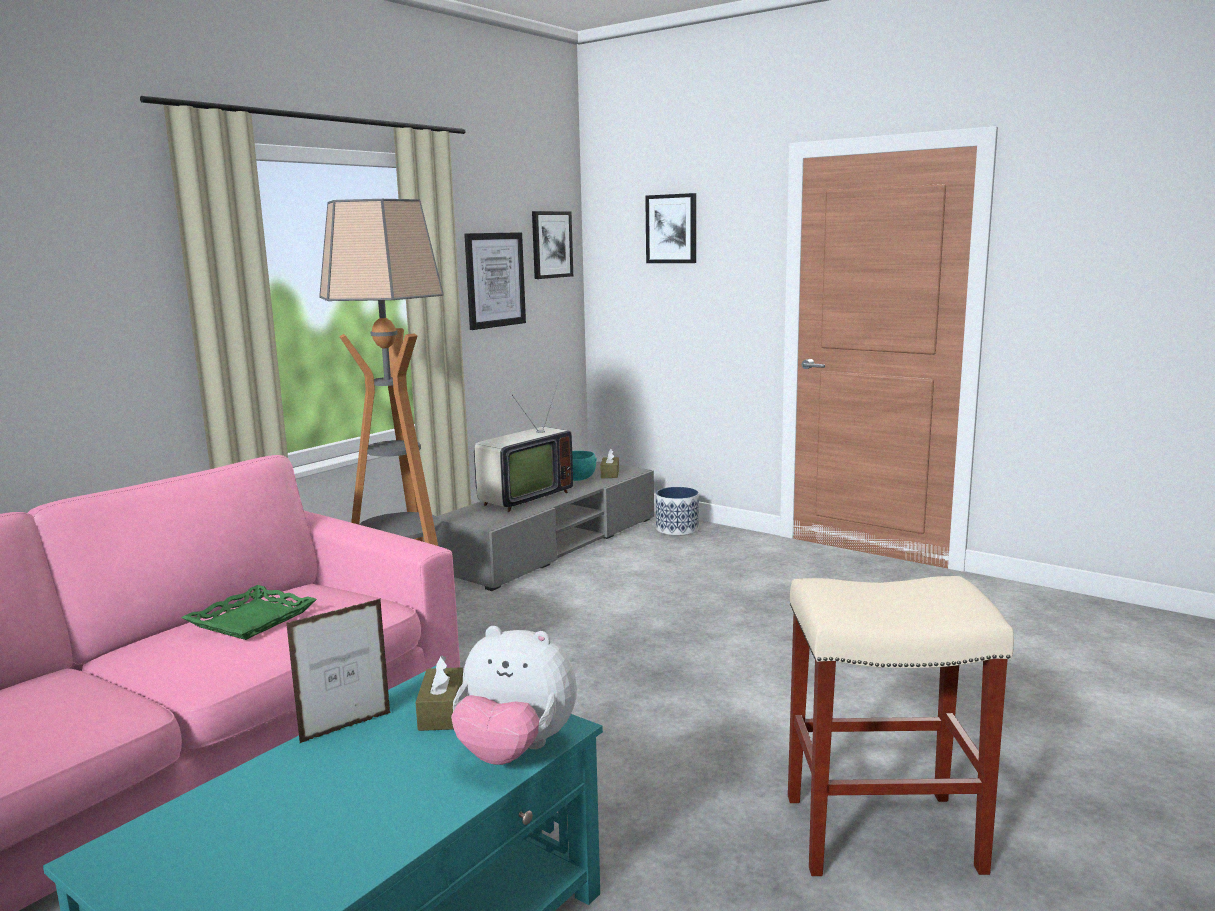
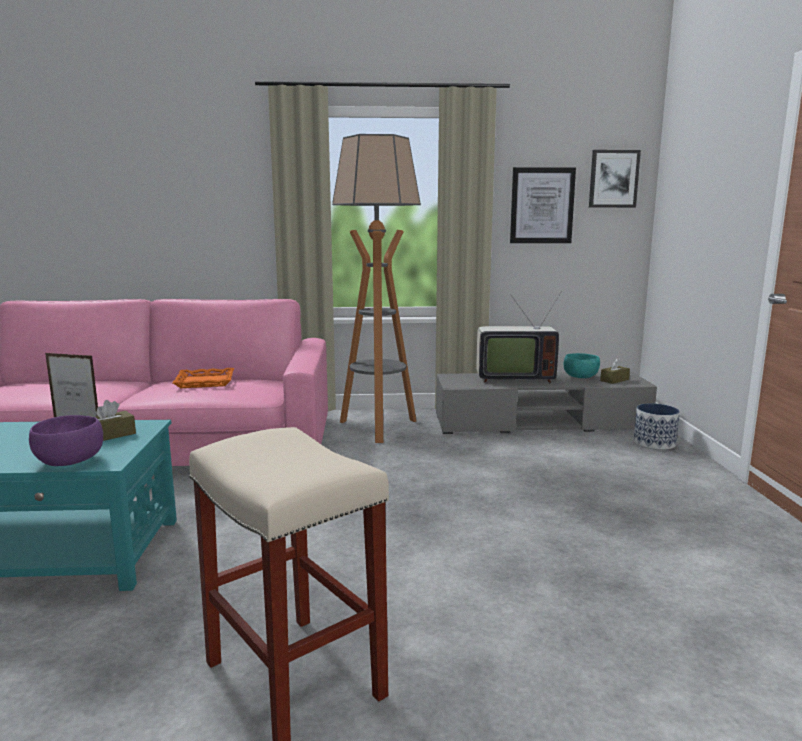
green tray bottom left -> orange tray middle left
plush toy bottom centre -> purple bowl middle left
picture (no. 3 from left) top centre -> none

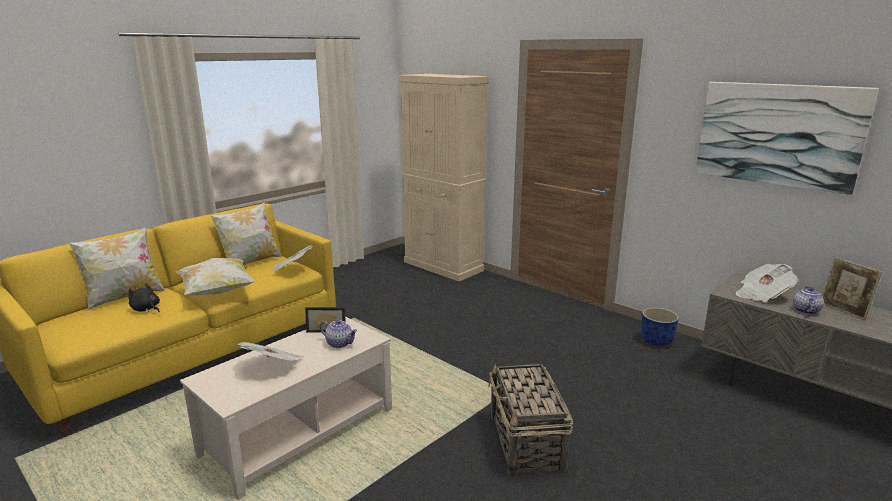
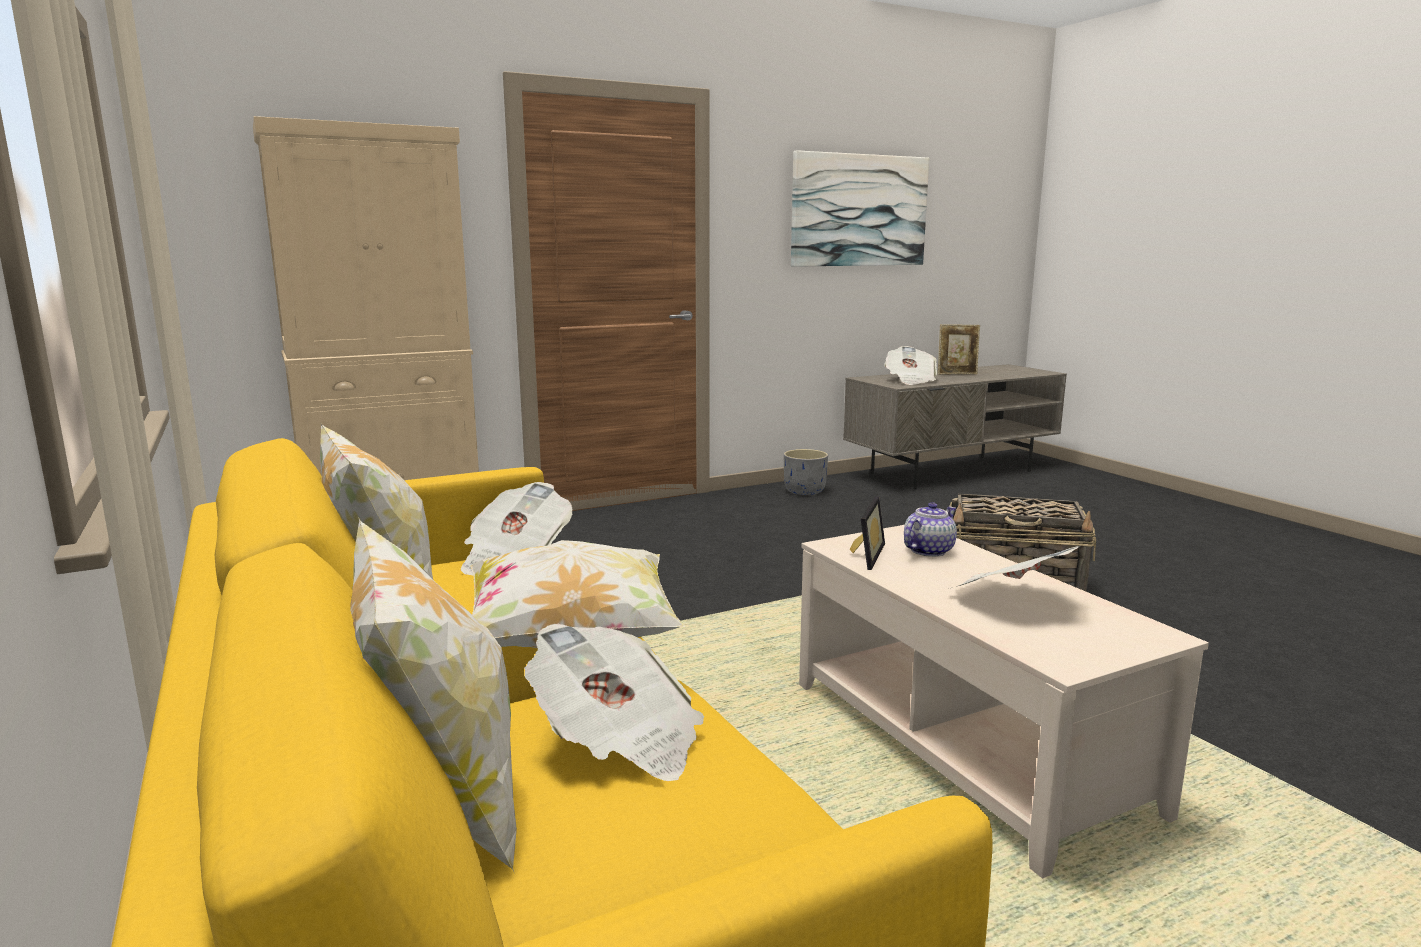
black plush toy middle left -> newspaper (no. 2 from left) bottom centre
blue planter middle right -> grey planter centre
teapot (no. 2 from left) middle right -> none

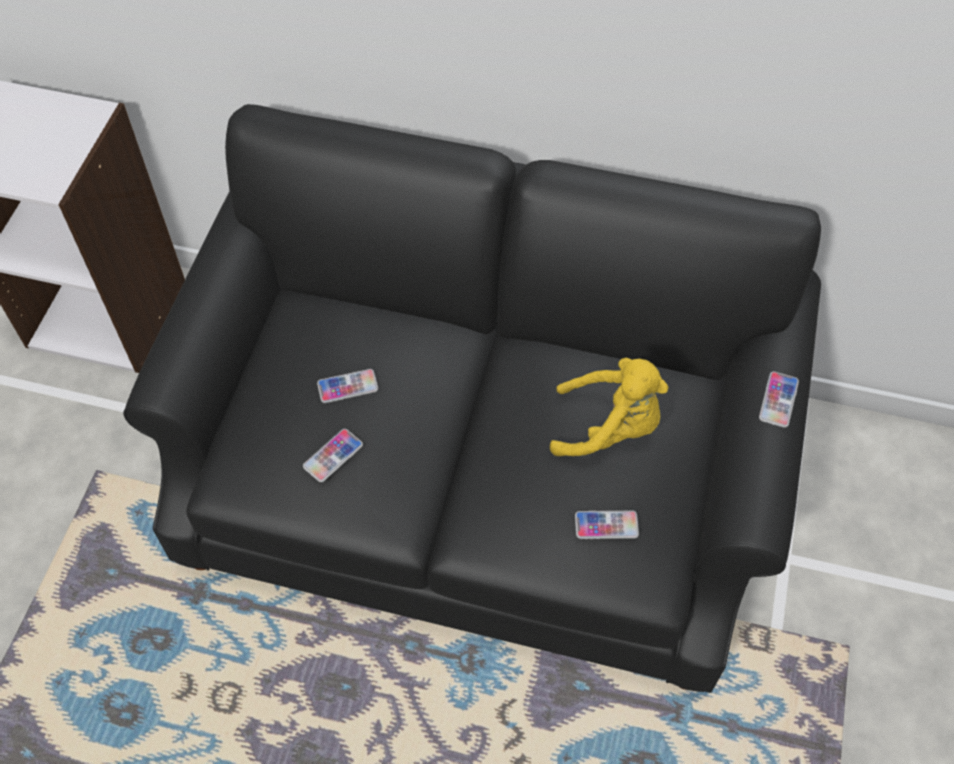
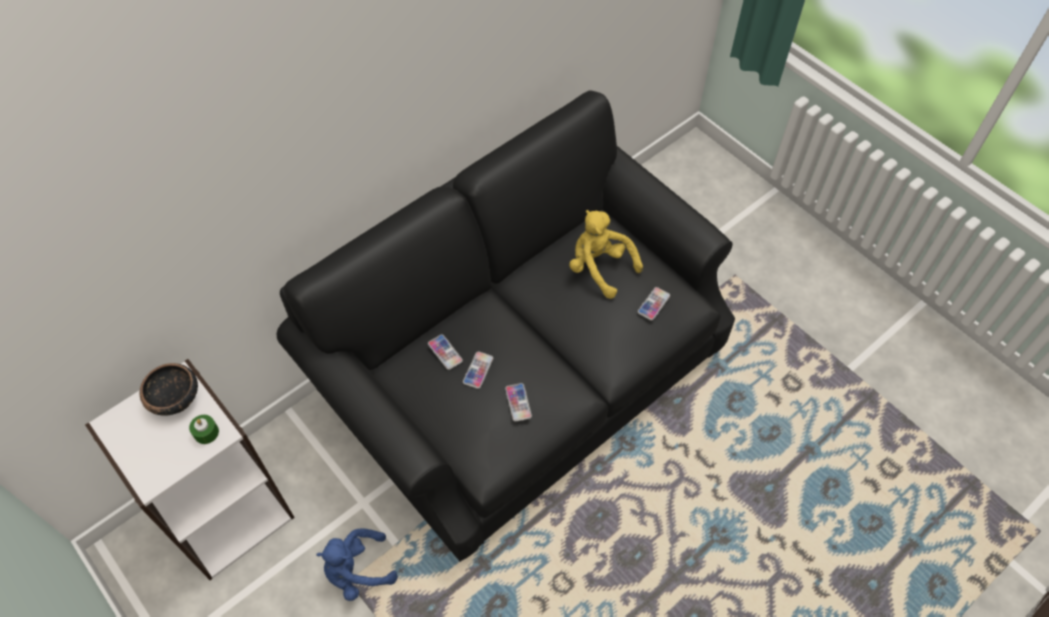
yellow plush toy centre, 90 degrees counterclockwise
phone (no. 4 from left in the first image) middle right -> phone (no. 1 from left) centre, shifted
none -> bowl middle left
none -> green candle bottom left
none -> blue plush toy bottom centre

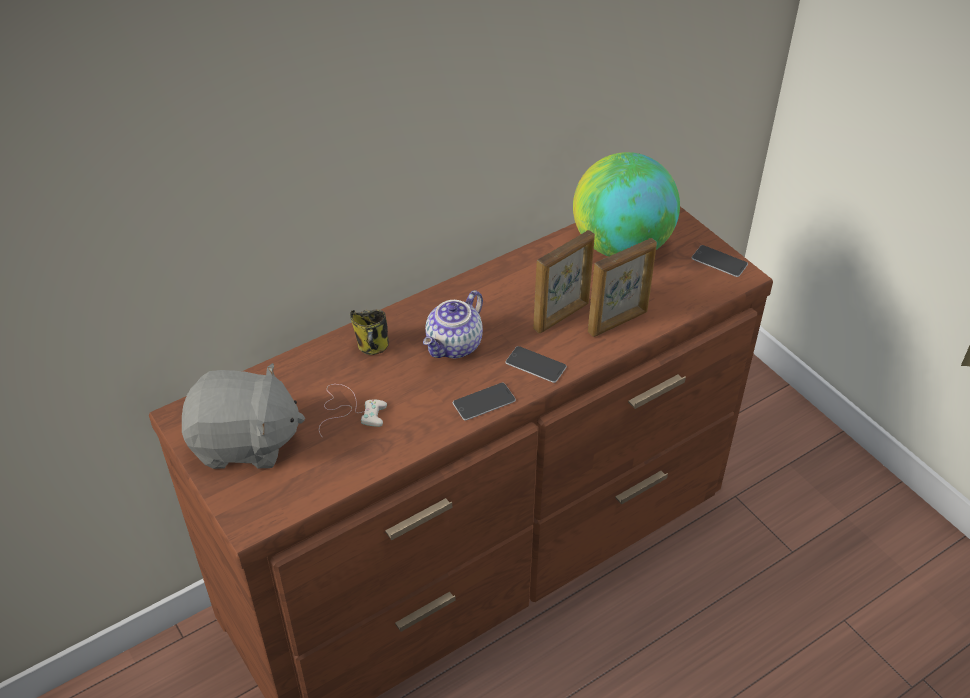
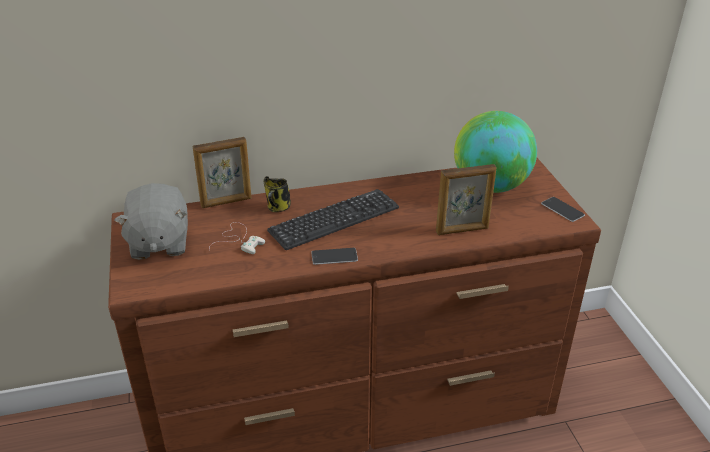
grey plush toy middle left, 60 degrees clockwise
teapot centre -> keyboard centre
phone (no. 2 from left) centre -> none
picture frame (no. 1 from left) centre -> picture frame (no. 1 from left) middle left, shifted

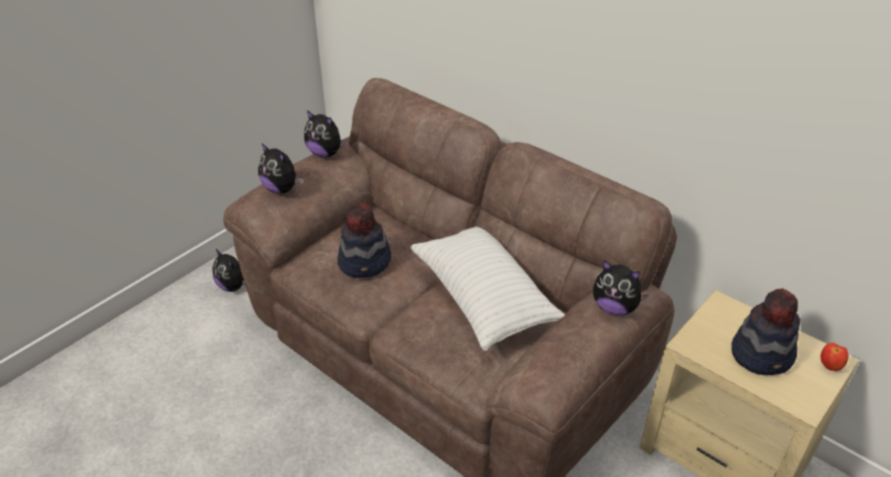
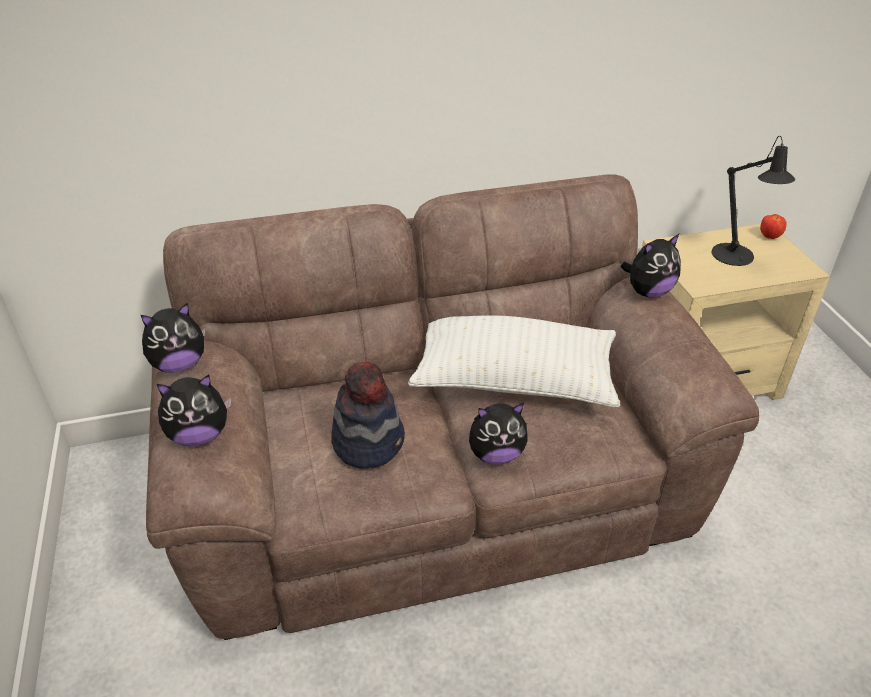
plush toy (no. 1 from left in the first image) middle left -> plush toy (no. 3 from left) centre, shifted
hat (no. 2 from left) bottom right -> black table lamp top right

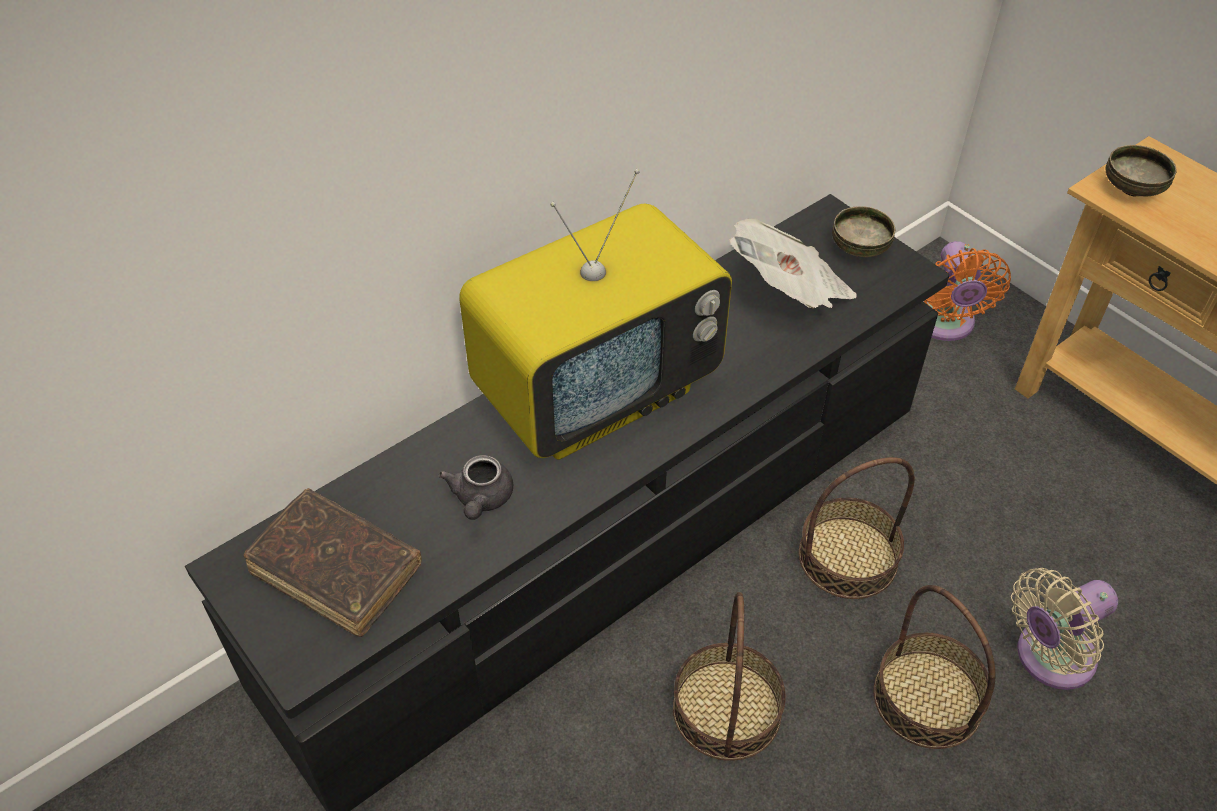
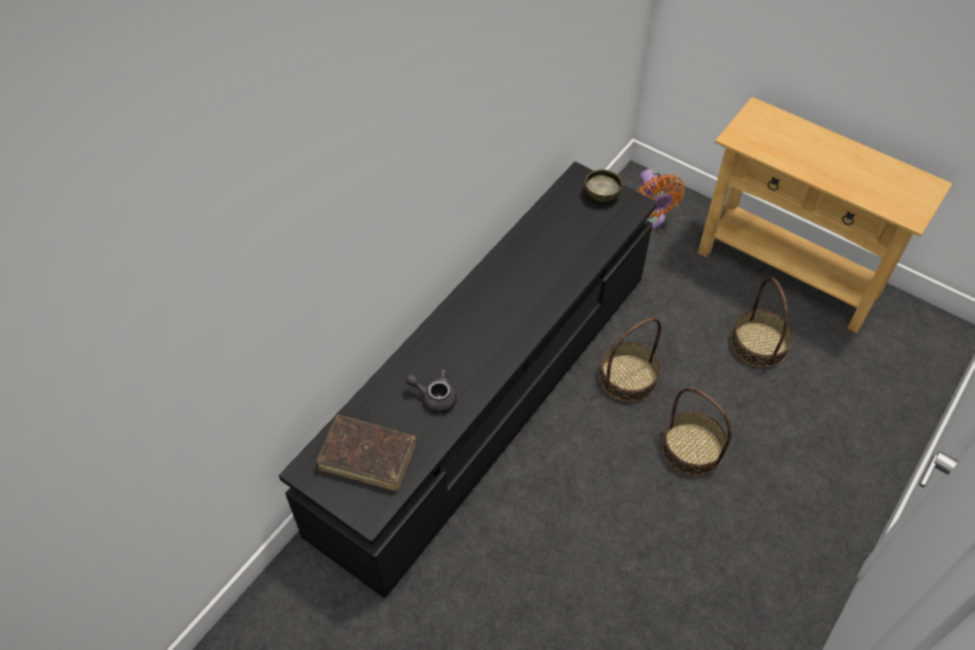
grey teapot centre, 120 degrees clockwise
television centre -> none
basket (no. 1 from left in the first image) bottom centre -> basket (no. 3 from left) middle right, shifted
newspaper top centre -> none
beige fan bottom right -> none
bowl (no. 2 from left) top right -> none

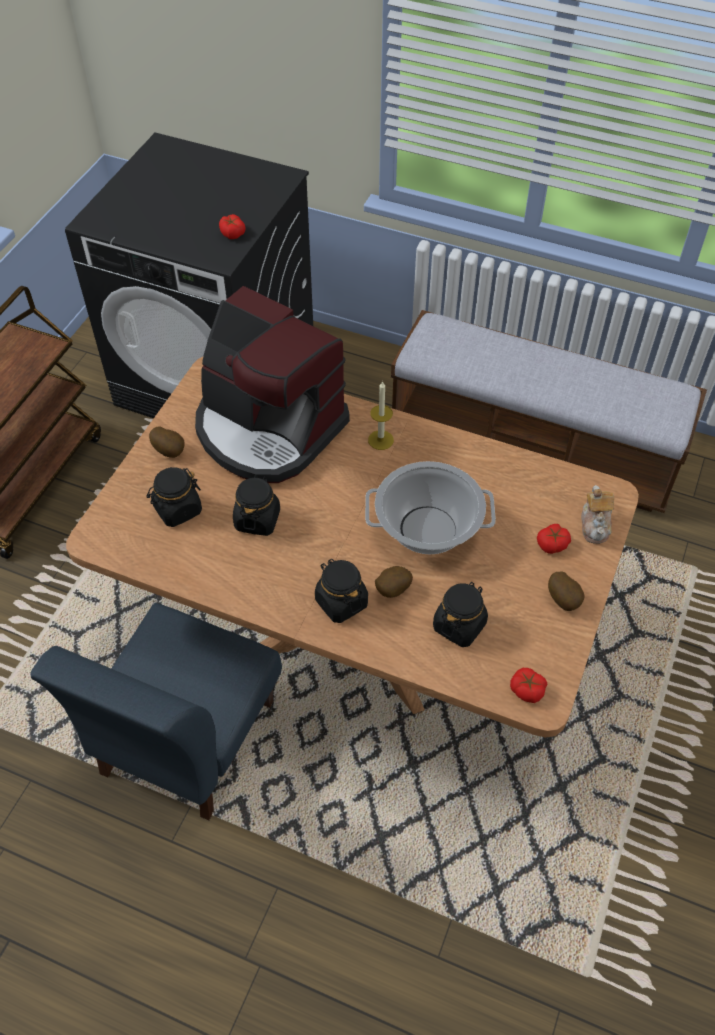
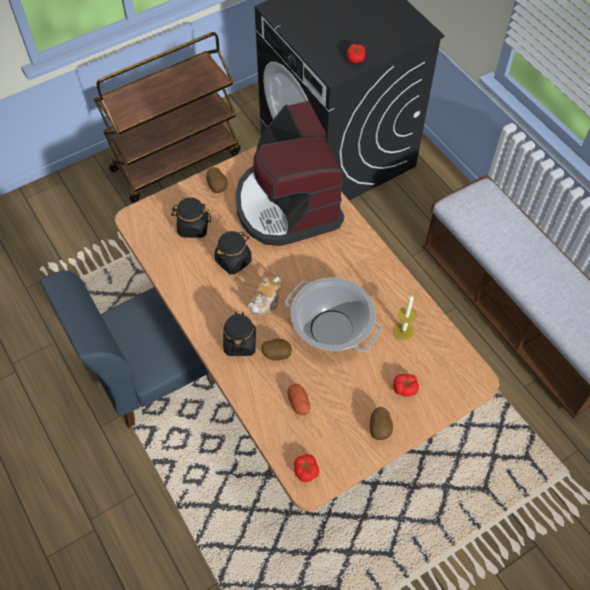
candle centre -> candle middle right, shifted
black jar (no. 4 from left) centre -> potato (no. 3 from left) bottom centre
teapot middle right -> teapot centre, shifted

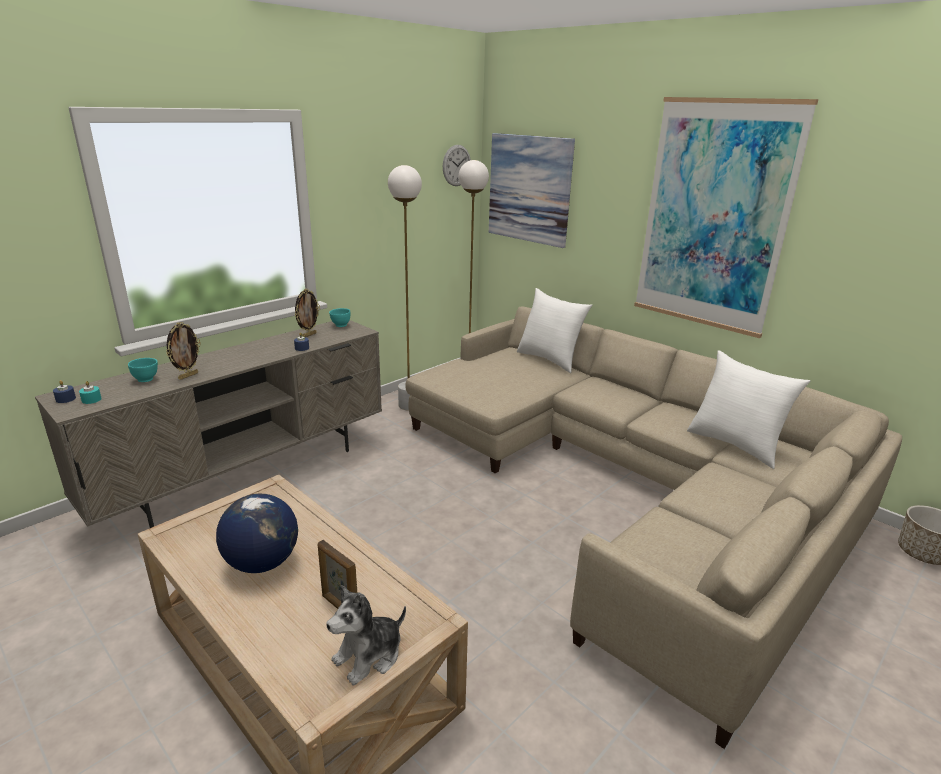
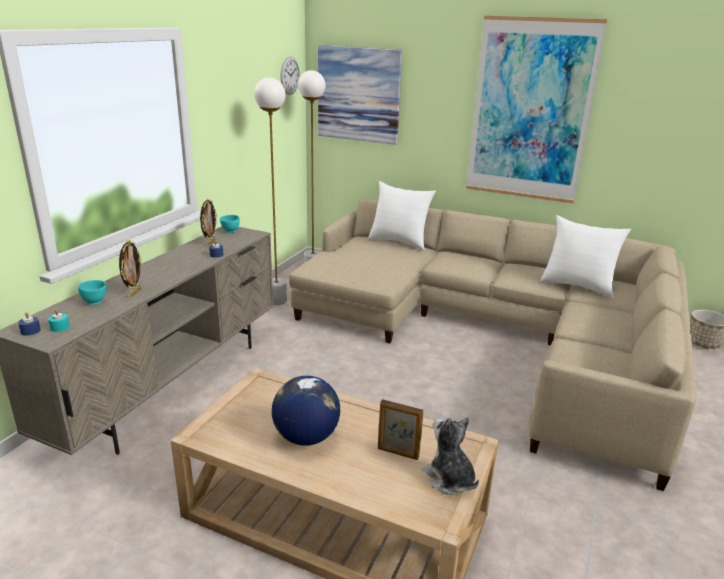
plush toy bottom centre, 120 degrees clockwise

